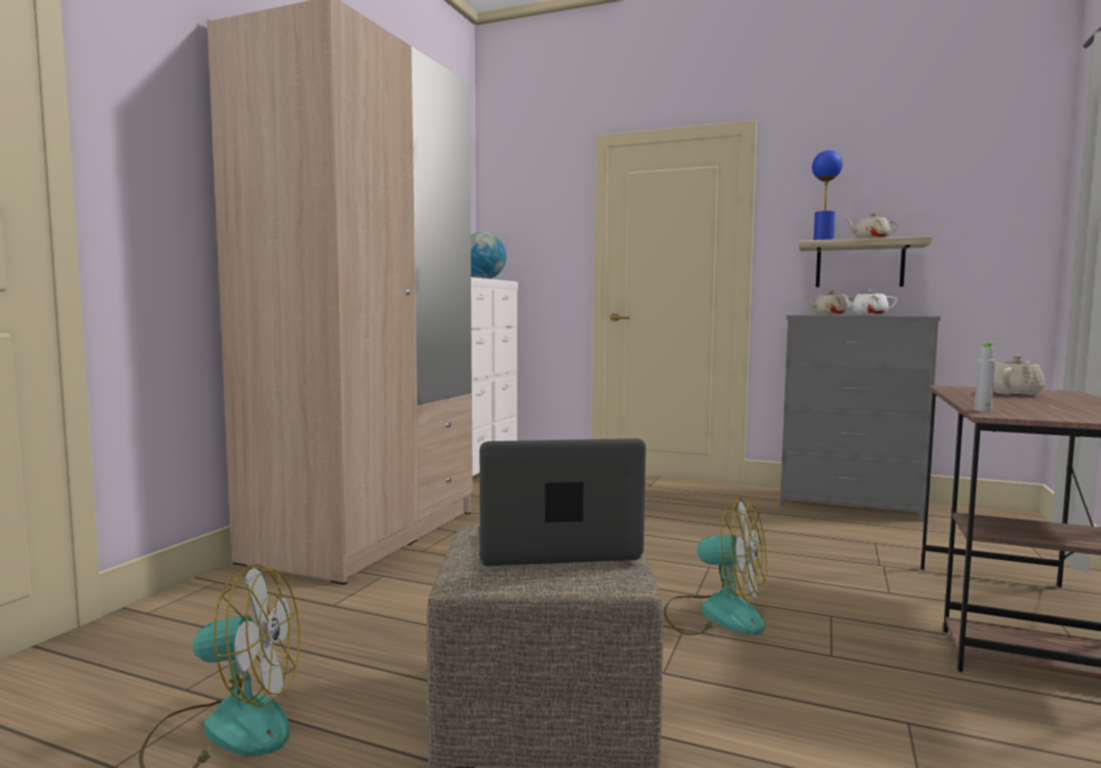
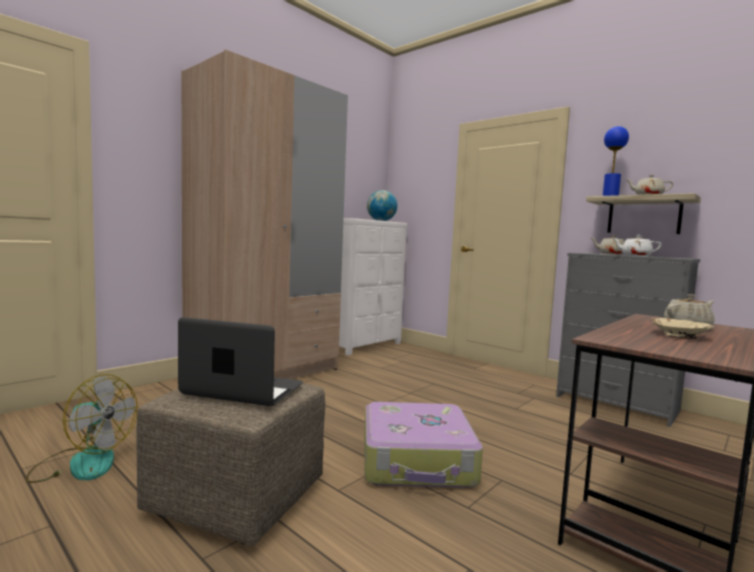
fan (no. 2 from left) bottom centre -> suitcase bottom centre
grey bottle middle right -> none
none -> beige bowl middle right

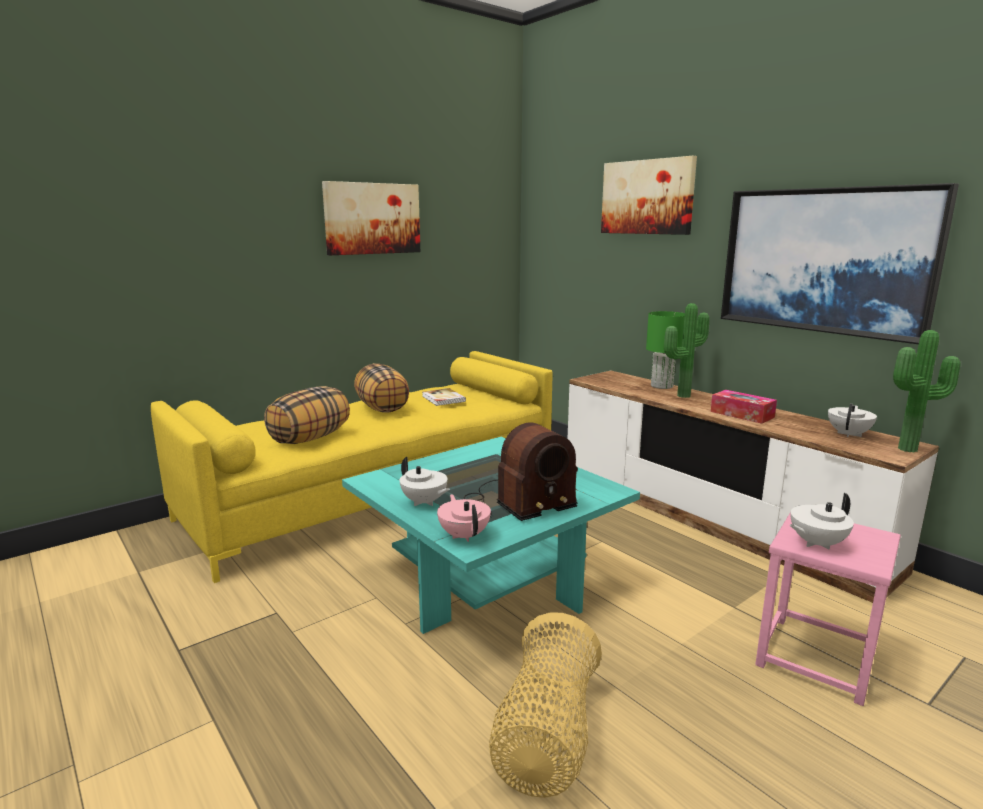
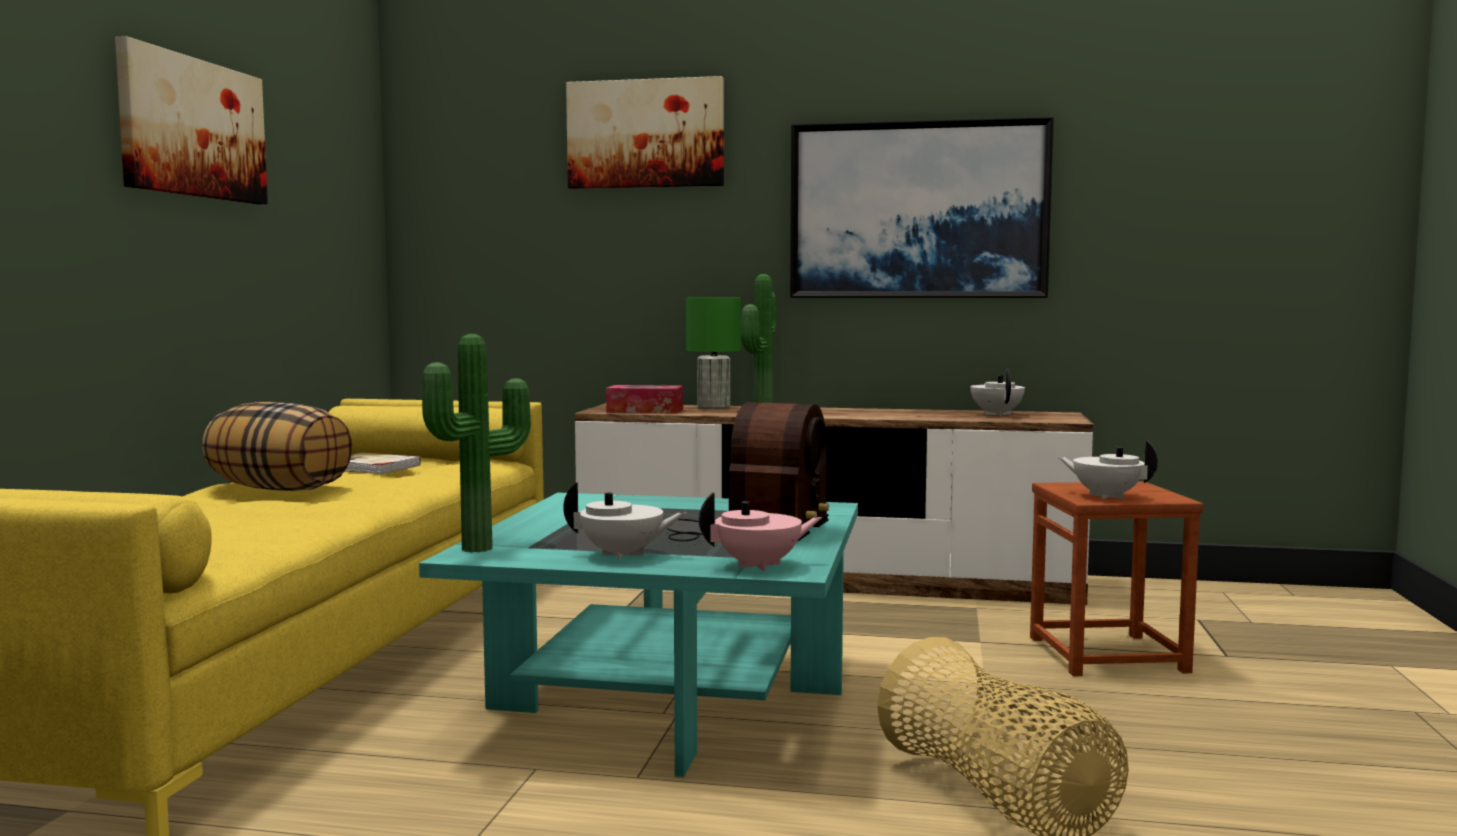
pillow (no. 1 from left) middle left -> none
pink teapot centre, 135 degrees clockwise
tissue box middle right -> tissue box centre, shifted
pink stool bottom right -> brown stool bottom right
white teapot (no. 2 from left in the first image) middle right -> white teapot (no. 3 from left) middle right, 105 degrees clockwise
potted plant (no. 2 from left in the first image) middle right -> potted plant (no. 1 from left) middle left, shifted

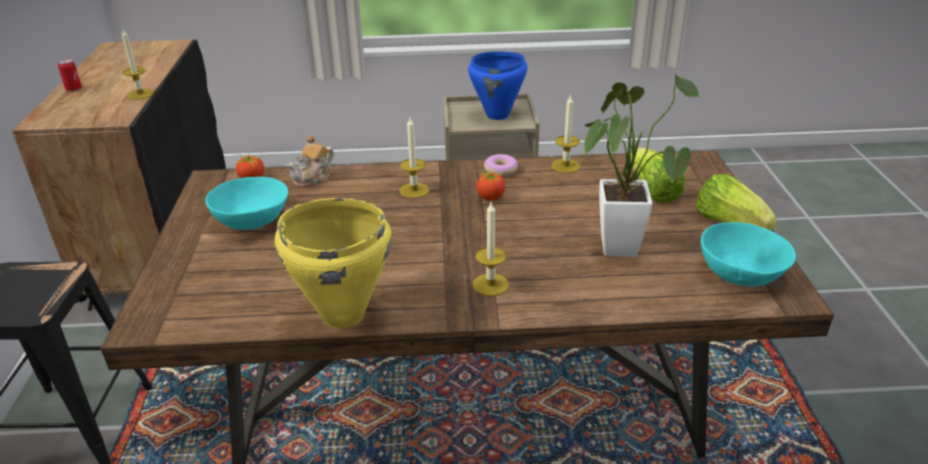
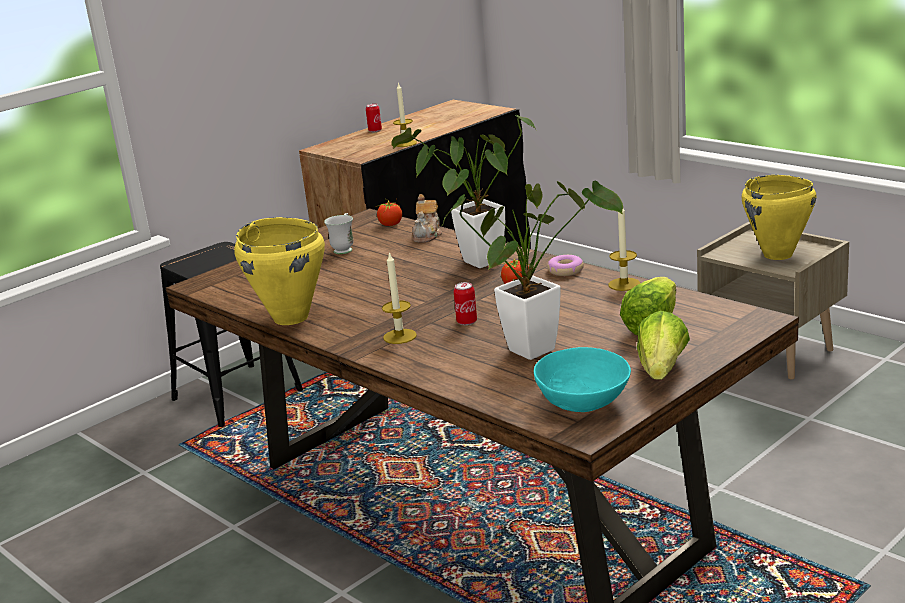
turquoise bowl (no. 1 from left) middle left -> white mug centre
teapot centre, 75 degrees counterclockwise
candle (no. 2 from left) centre -> potted plant (no. 1 from left) top centre
blue cooking pot top centre -> yellow cooking pot (no. 2 from left) middle right
none -> can (no. 2 from left) centre

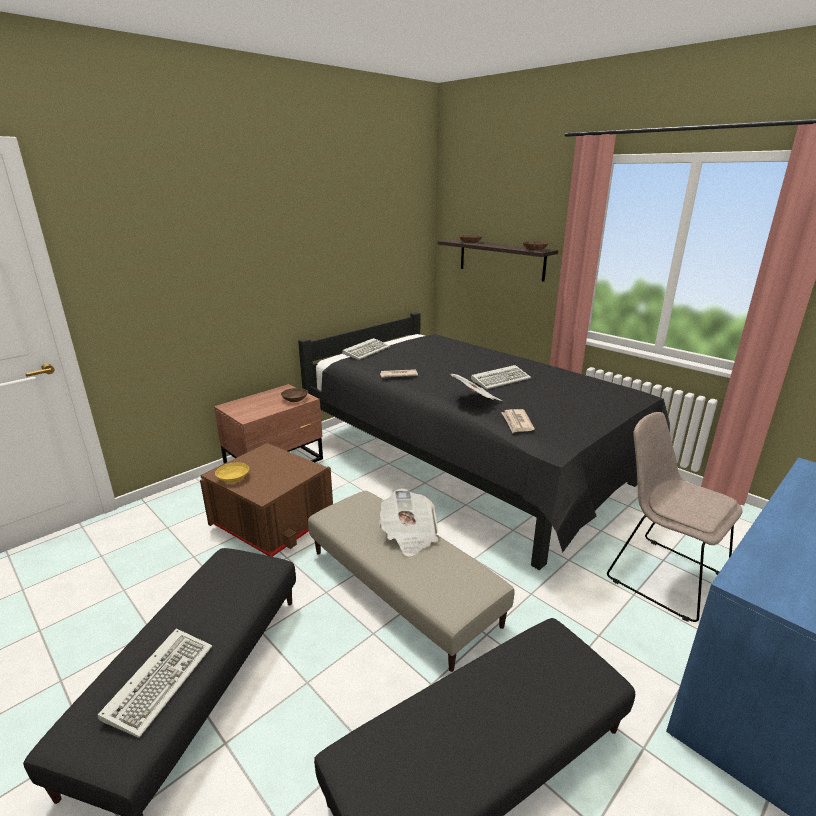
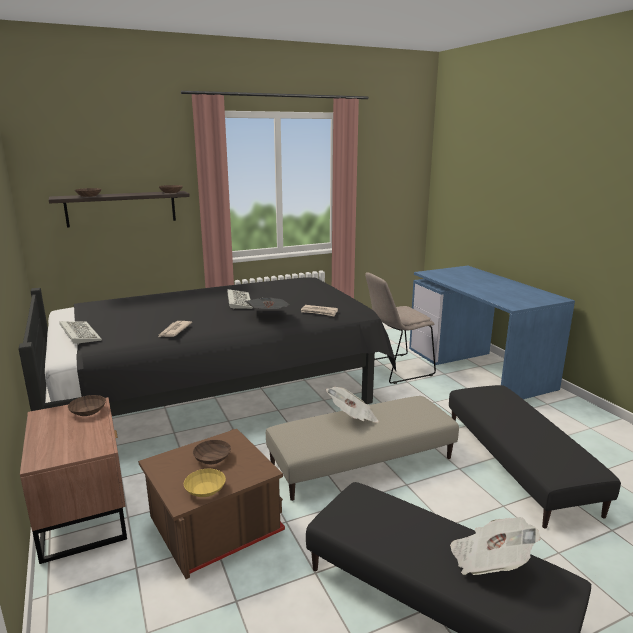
keyboard (no. 1 from left) bottom left -> newspaper (no. 5 from left) bottom right
none -> brown bowl (no. 4 from left) bottom centre

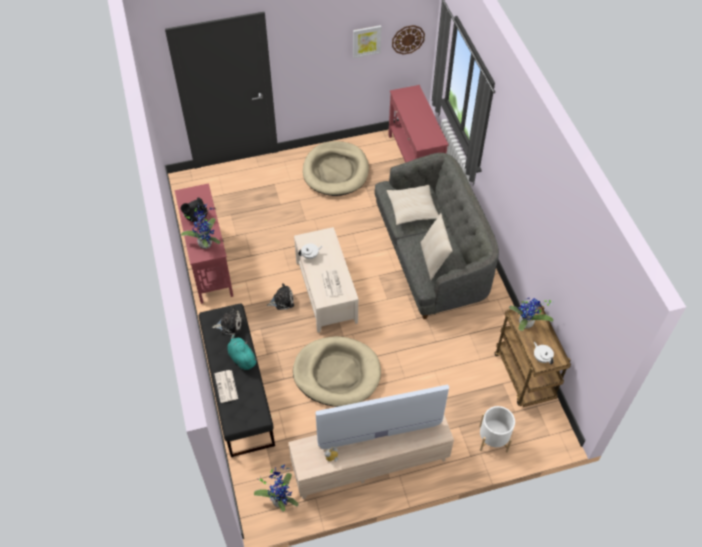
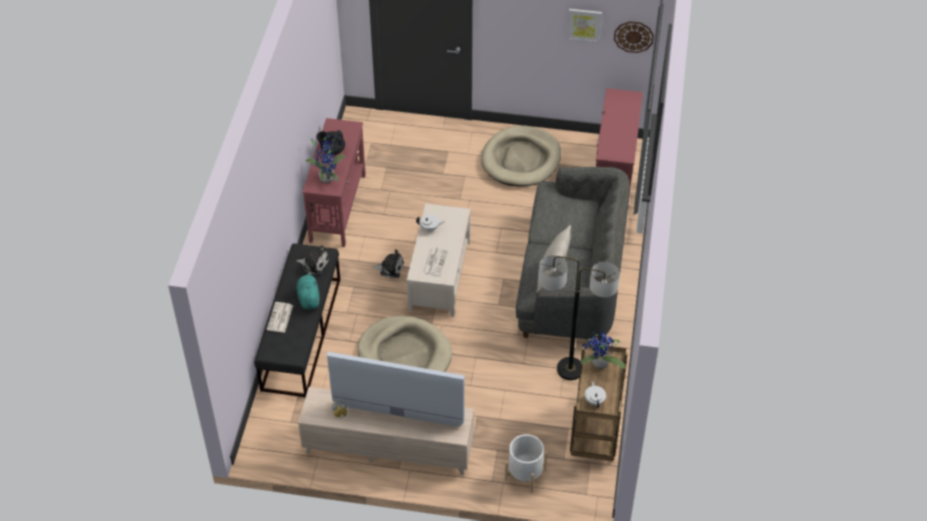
potted plant (no. 2 from left) bottom centre -> none
beige pillow (no. 1 from left) centre -> none
none -> floor lamp centre

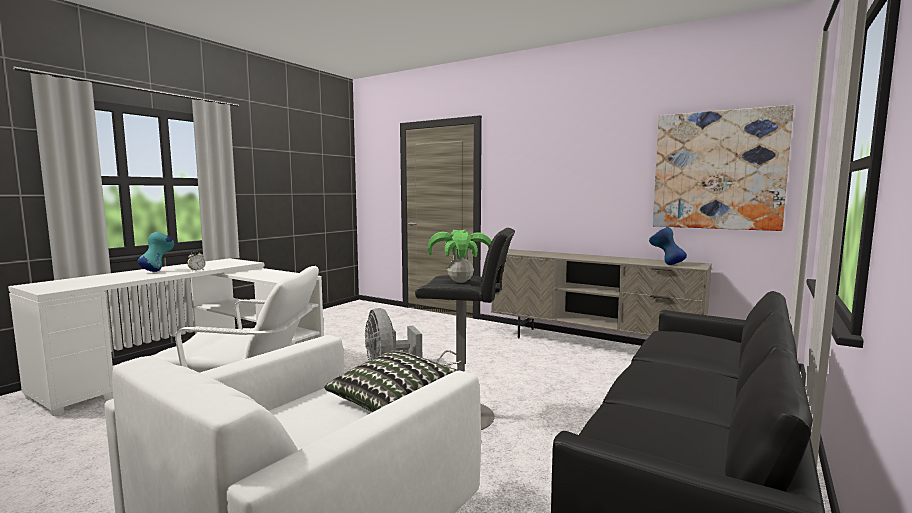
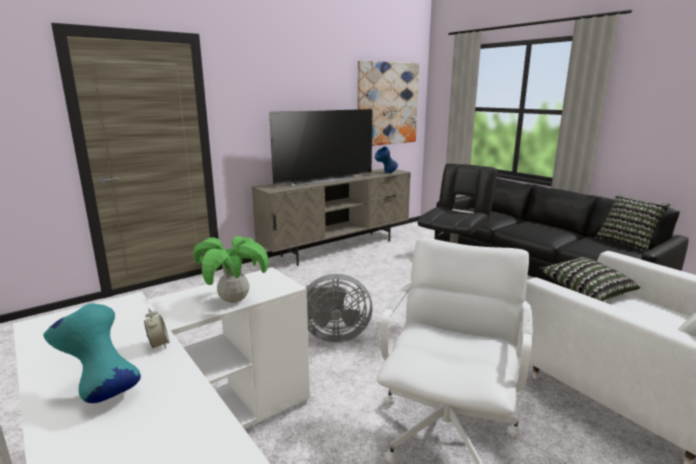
potted plant centre -> potted plant middle left, shifted
none -> television top centre
none -> pillow (no. 2 from left) middle right

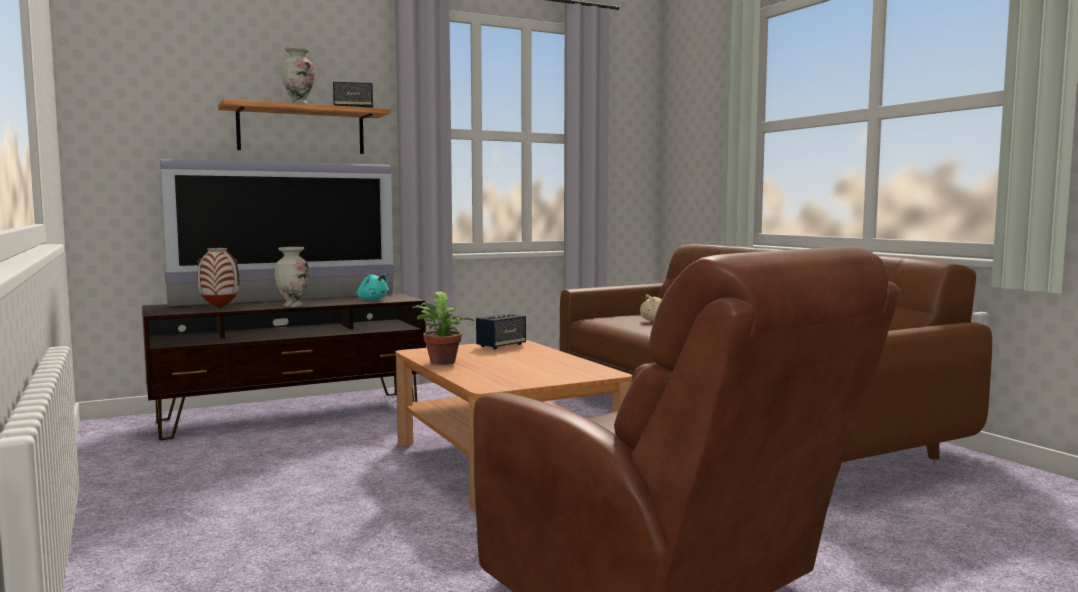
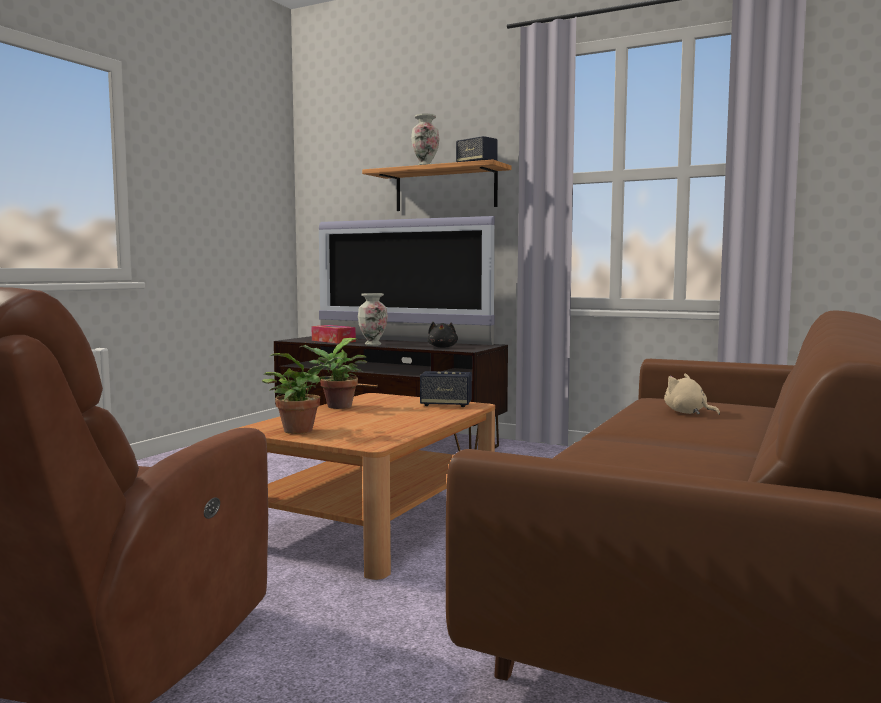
vase (no. 1 from left) middle left -> tissue box centre
turquoise plush toy centre -> black plush toy centre
none -> potted plant (no. 1 from left) centre

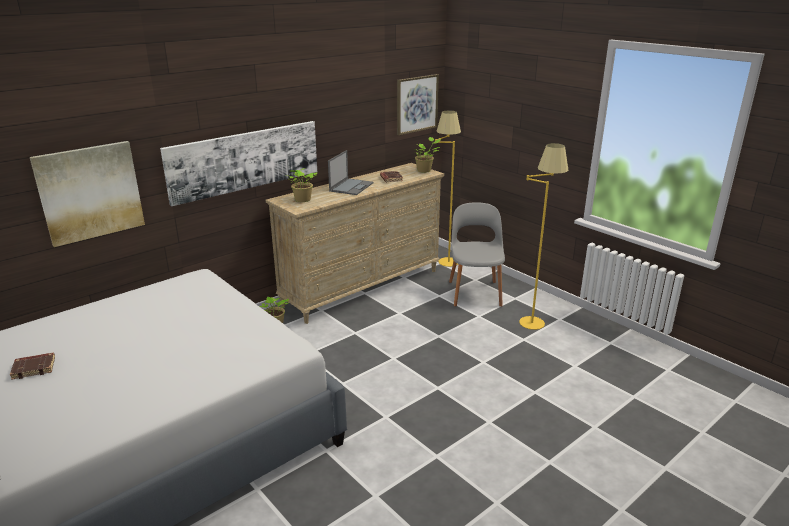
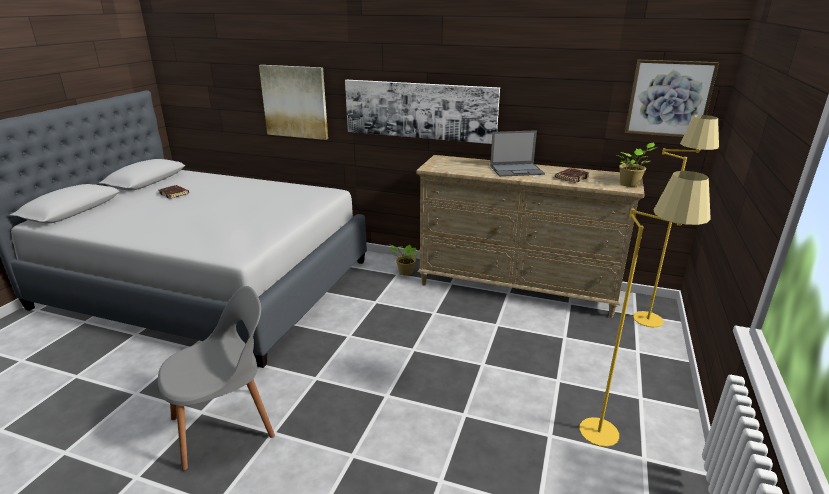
potted plant (no. 2 from left) centre -> none
grey chair centre -> grey chair bottom left, shifted

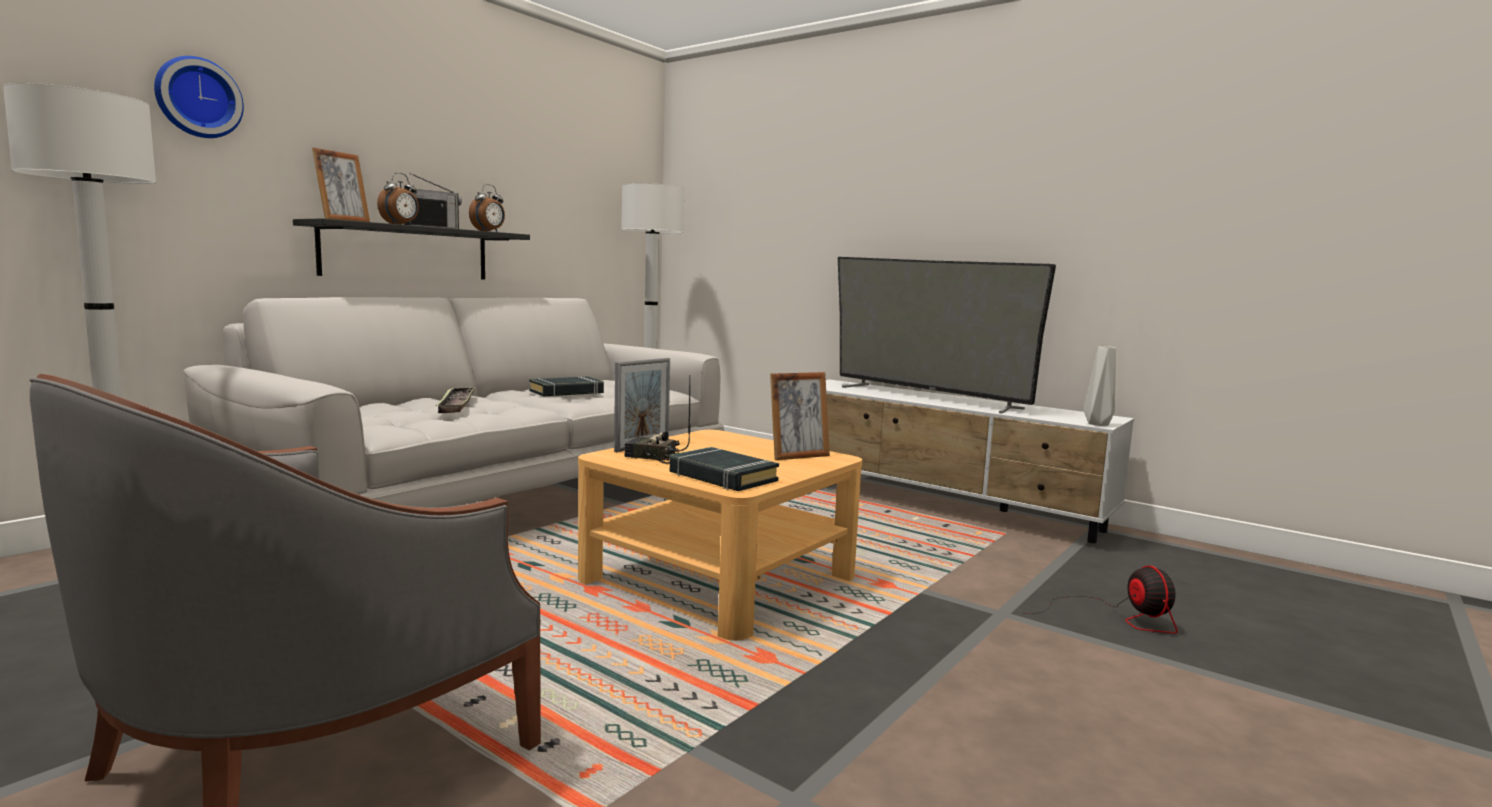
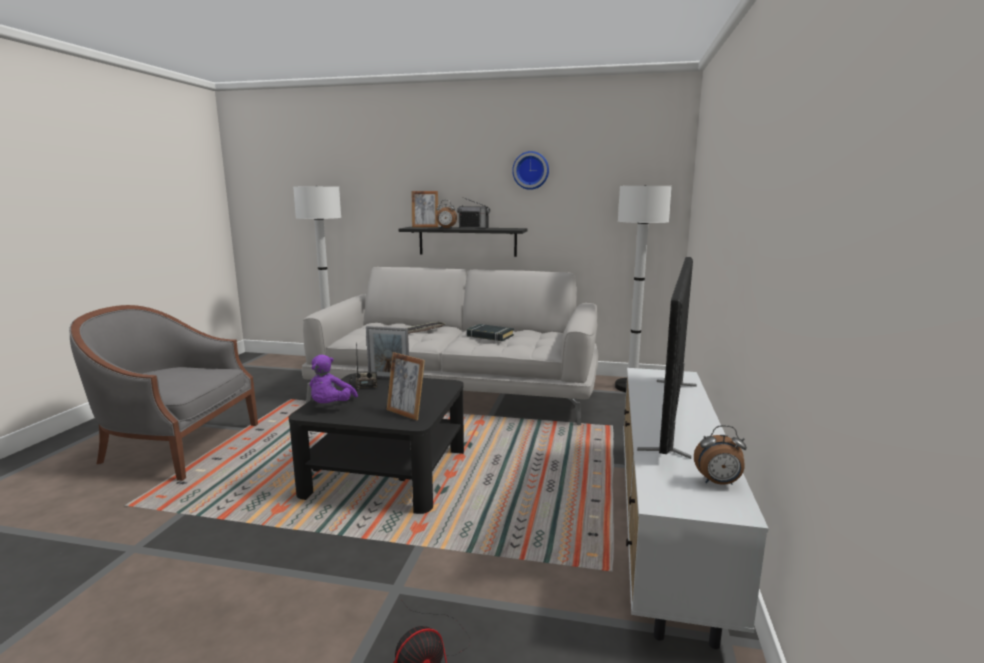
wall clock top left -> wall clock top centre, shifted
alarm clock (no. 2 from left) top left -> alarm clock (no. 2 from left) bottom right, shifted
beige coffee table centre -> black coffee table bottom centre
black book (no. 2 from left) centre -> purple plush toy centre
grey vase middle right -> none

